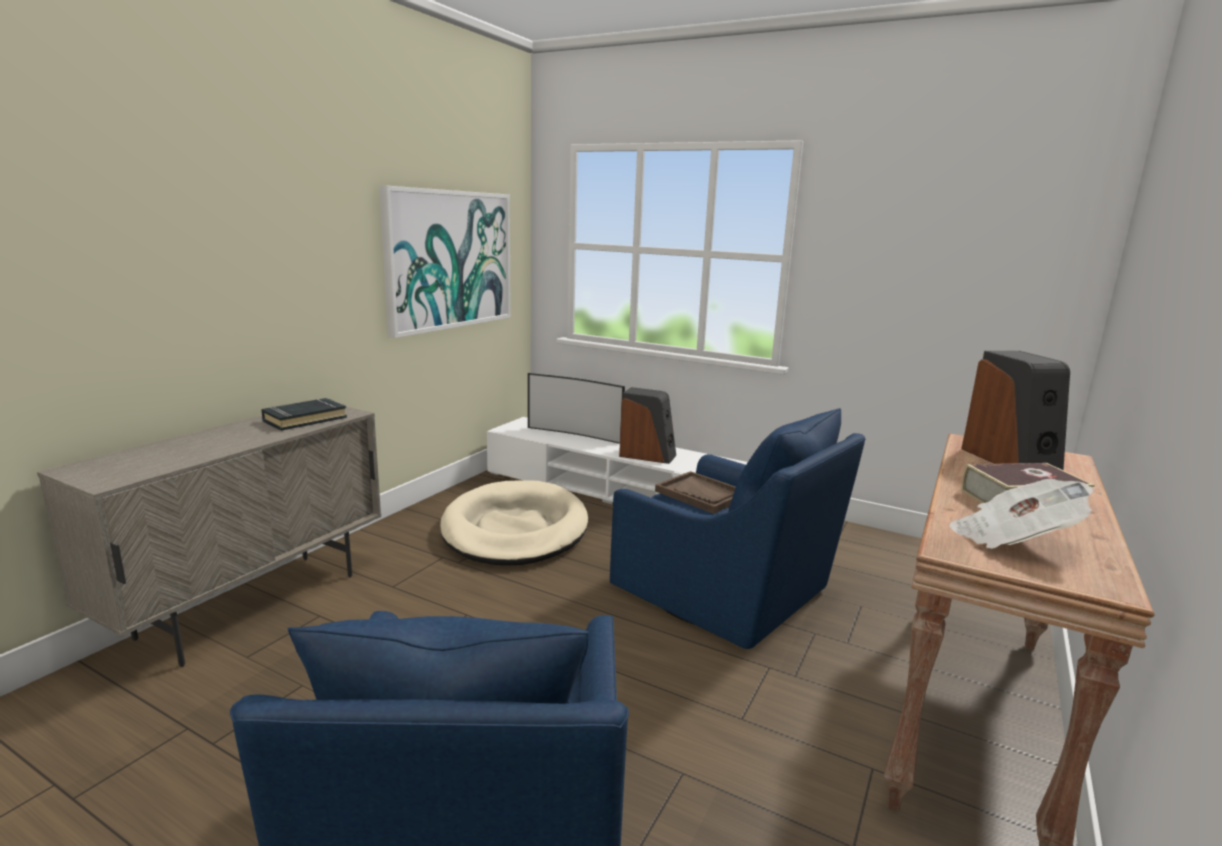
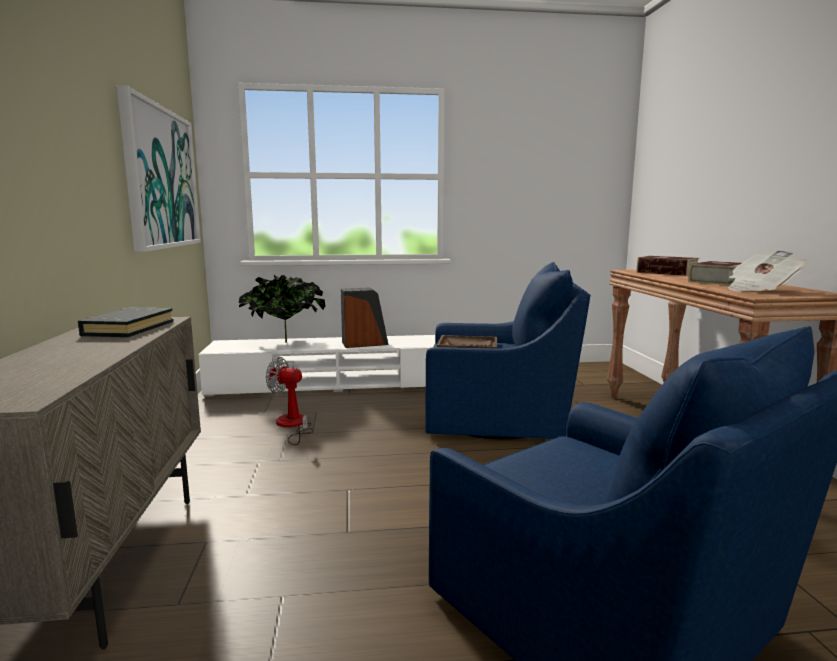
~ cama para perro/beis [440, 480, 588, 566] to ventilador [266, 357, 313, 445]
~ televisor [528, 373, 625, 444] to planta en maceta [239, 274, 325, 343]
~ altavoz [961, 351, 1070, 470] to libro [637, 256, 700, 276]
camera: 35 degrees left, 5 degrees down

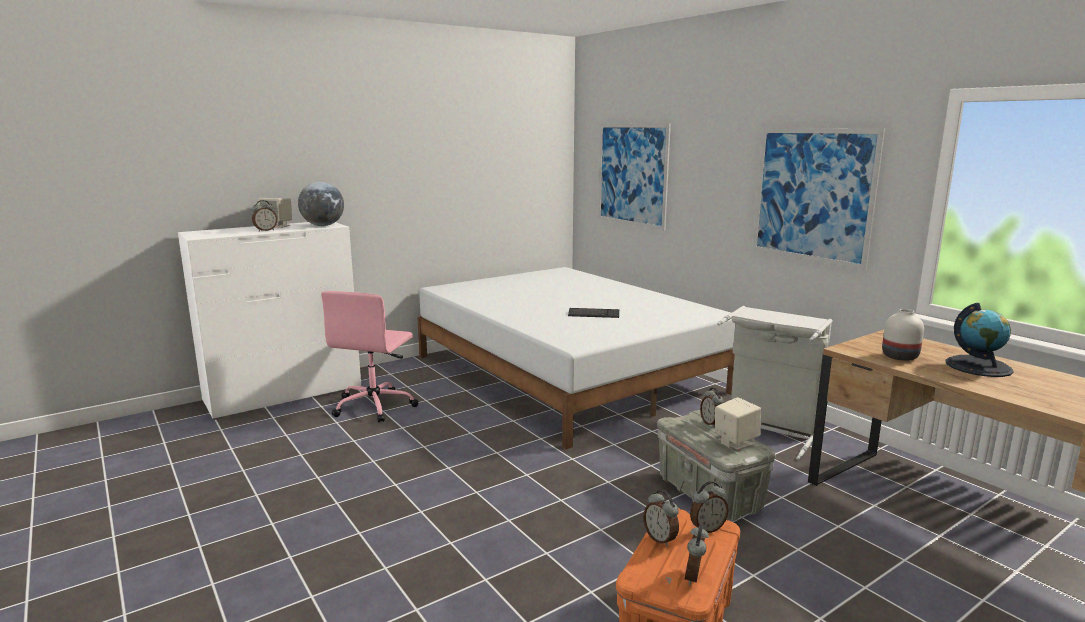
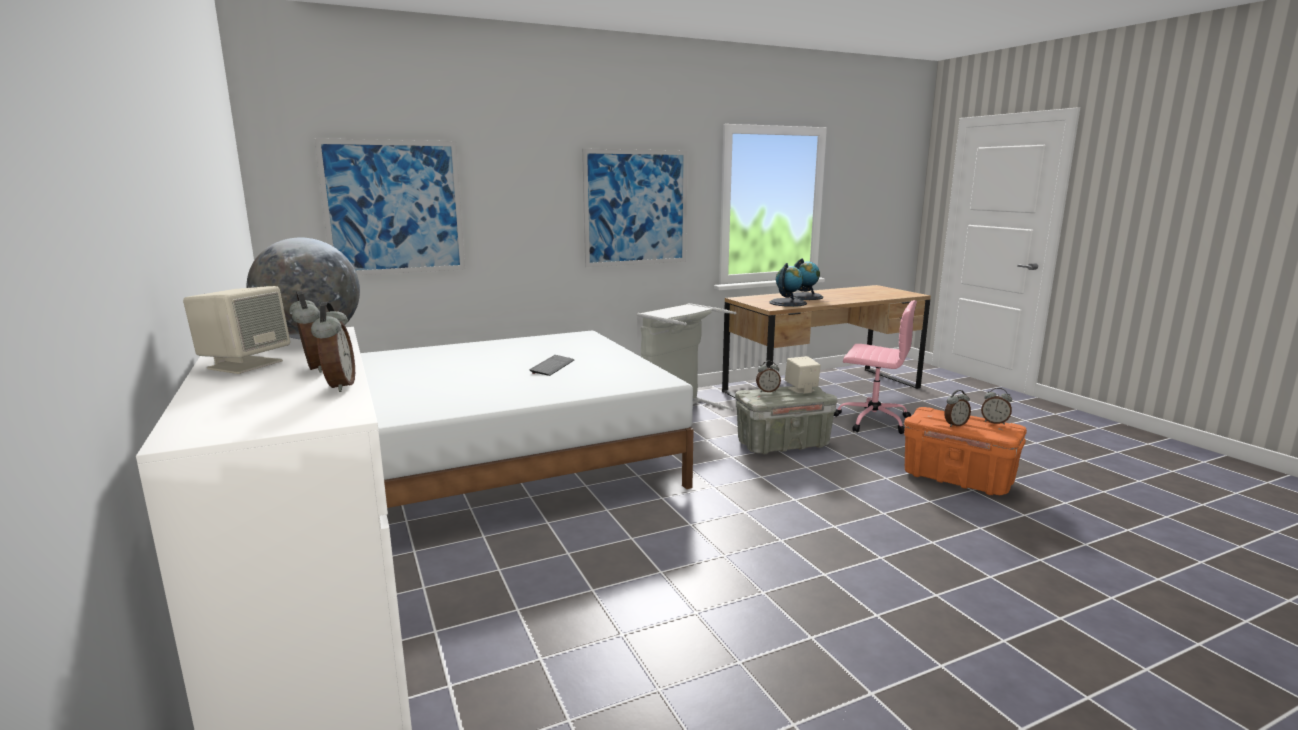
~ silla de oficina/rosa [321, 291, 418, 423] to [834, 300, 917, 434]
~ despertador [690, 481, 729, 533] to [311, 301, 355, 392]
~ florero/blanco [882, 309, 924, 361] to globo terráqueo [769, 263, 807, 307]
camera: 80 degrees left, 0 degrees up

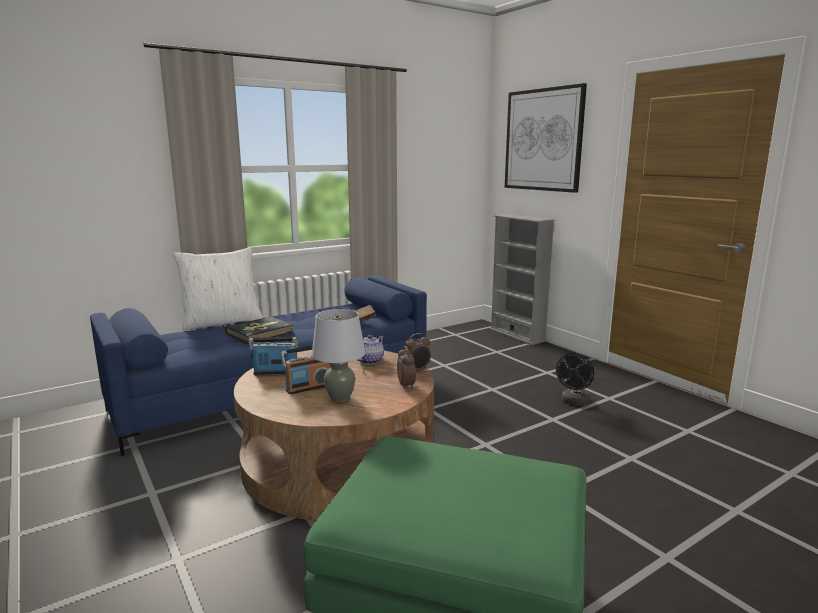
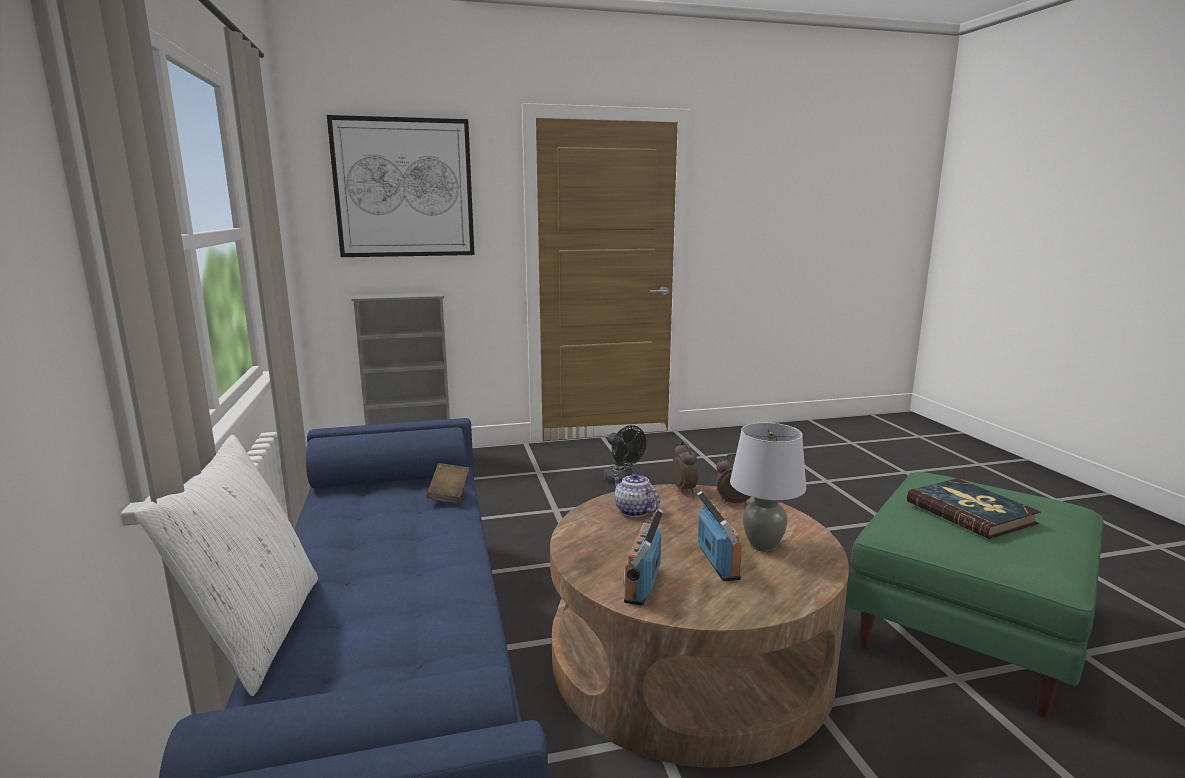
~ libro [225, 317, 294, 344] to [907, 478, 1041, 539]
camera: 70 degrees left, 0 degrees up

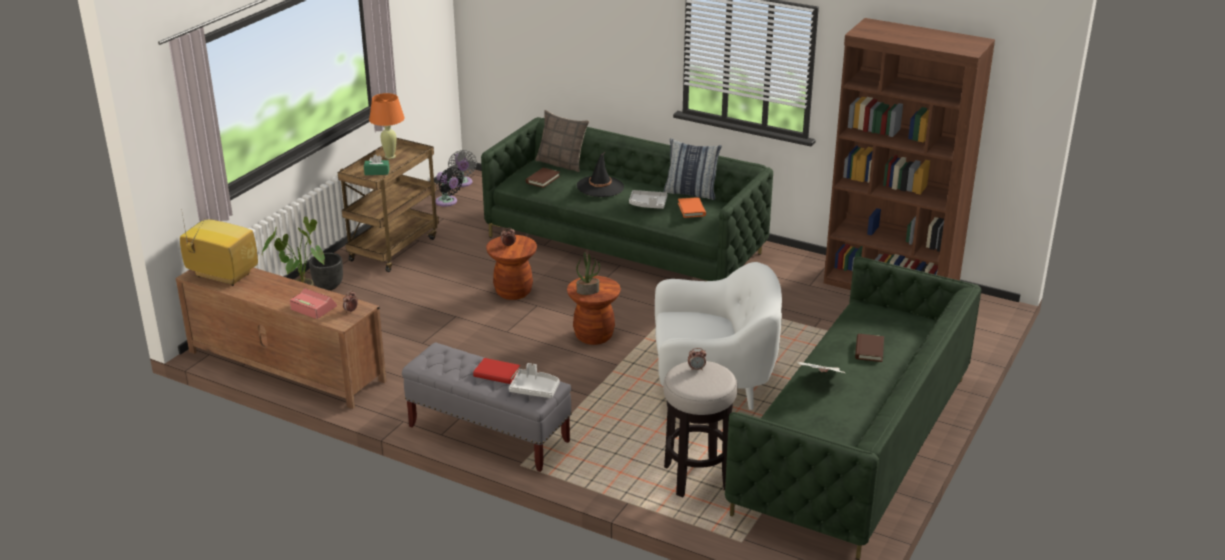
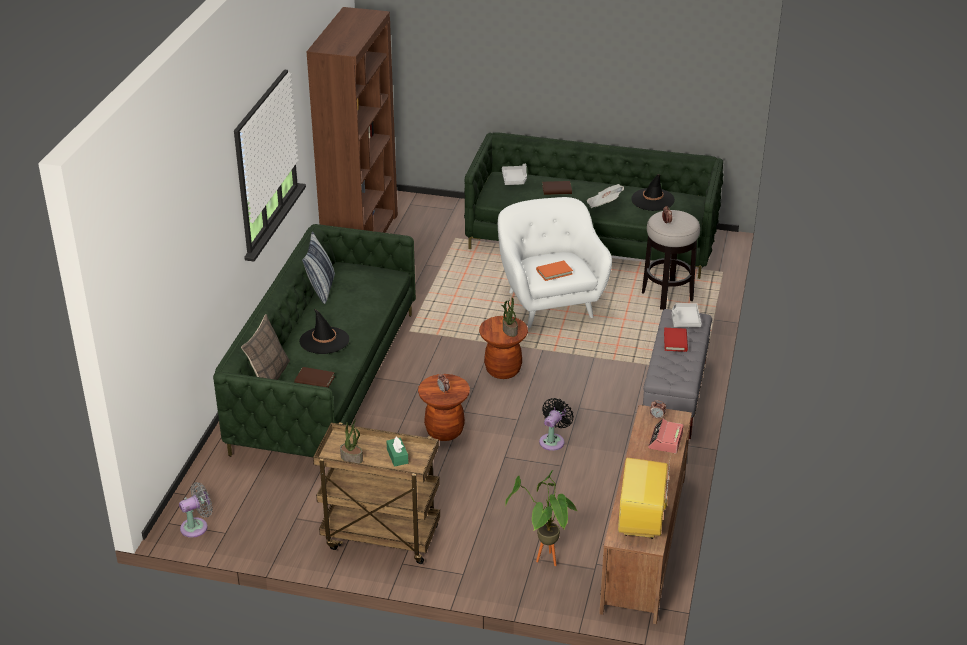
- maceta/negro [309, 252, 343, 290]
+ sombrero/negro [632, 174, 675, 211]
~ ventilador/negro [435, 167, 463, 207] to [539, 398, 574, 451]
~ bandeja/gris [629, 190, 668, 209] to [502, 164, 527, 185]
~ libro/naranja [678, 197, 706, 218] to [536, 261, 573, 281]
~ lámpara de mesa/naranja [369, 93, 405, 159] to planta en maceta [340, 419, 363, 464]
camera: 105 degrees left, 5 degrees up

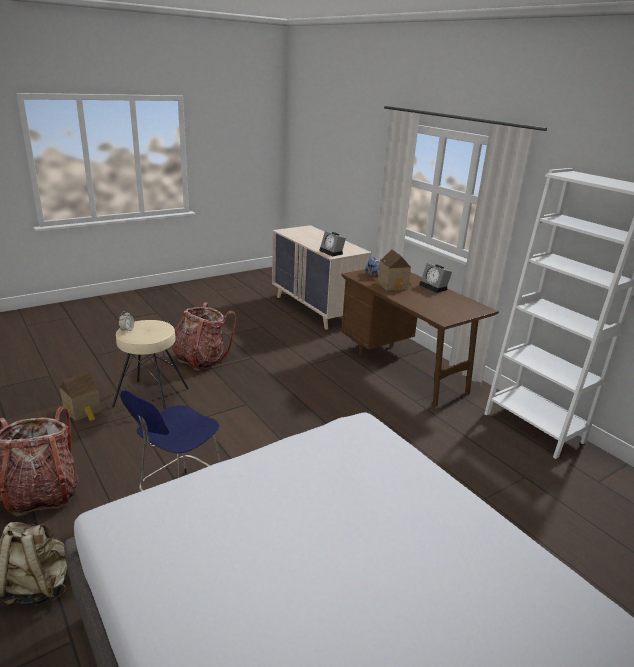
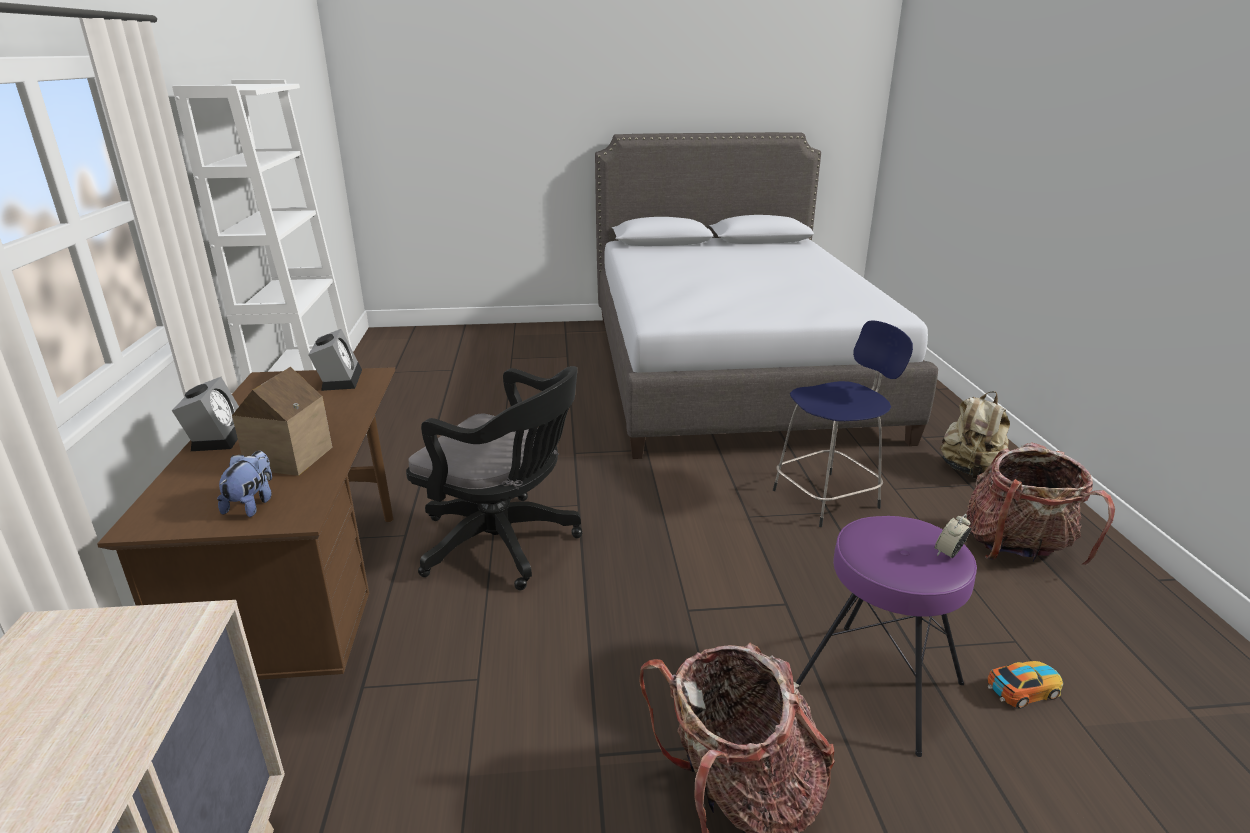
+ silla de oficina/negro [406, 366, 583, 591]
~ despertador [319, 231, 346, 257] to [308, 329, 362, 391]
~ casita [60, 372, 101, 421] to coche de juguete [988, 661, 1063, 708]
~ taburete/beis [112, 320, 189, 410] to taburete/morado [796, 516, 977, 757]
camera: 150 degrees left, 0 degrees up

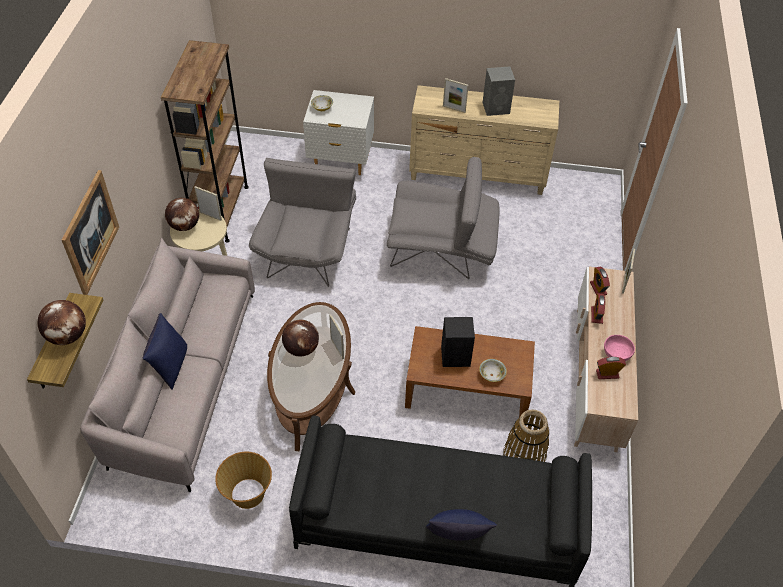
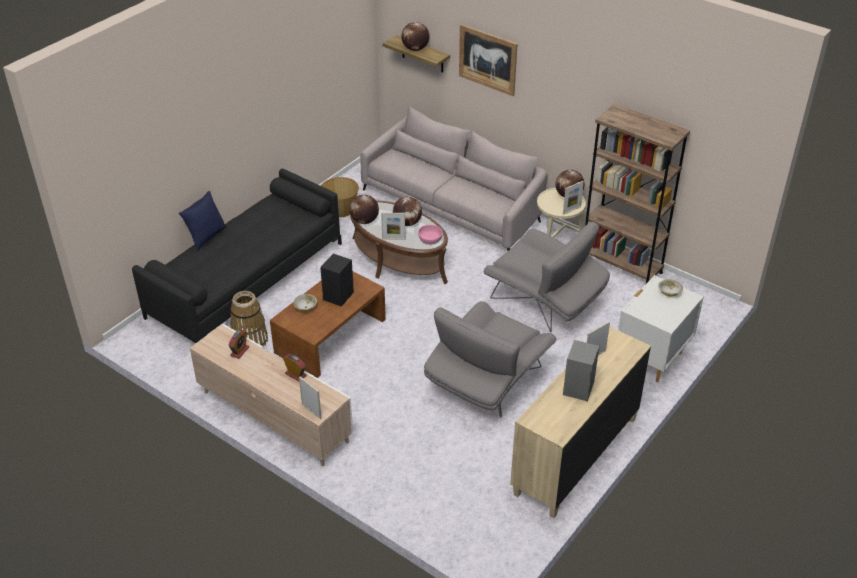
- cojín/azul [142, 313, 187, 390]
- despertador [590, 267, 610, 295]
+ globo terráqueo [350, 195, 379, 224]
~ cuenco/rosa [604, 335, 635, 361] to [418, 225, 443, 244]
camera: 120 degrees right, 10 degrees down

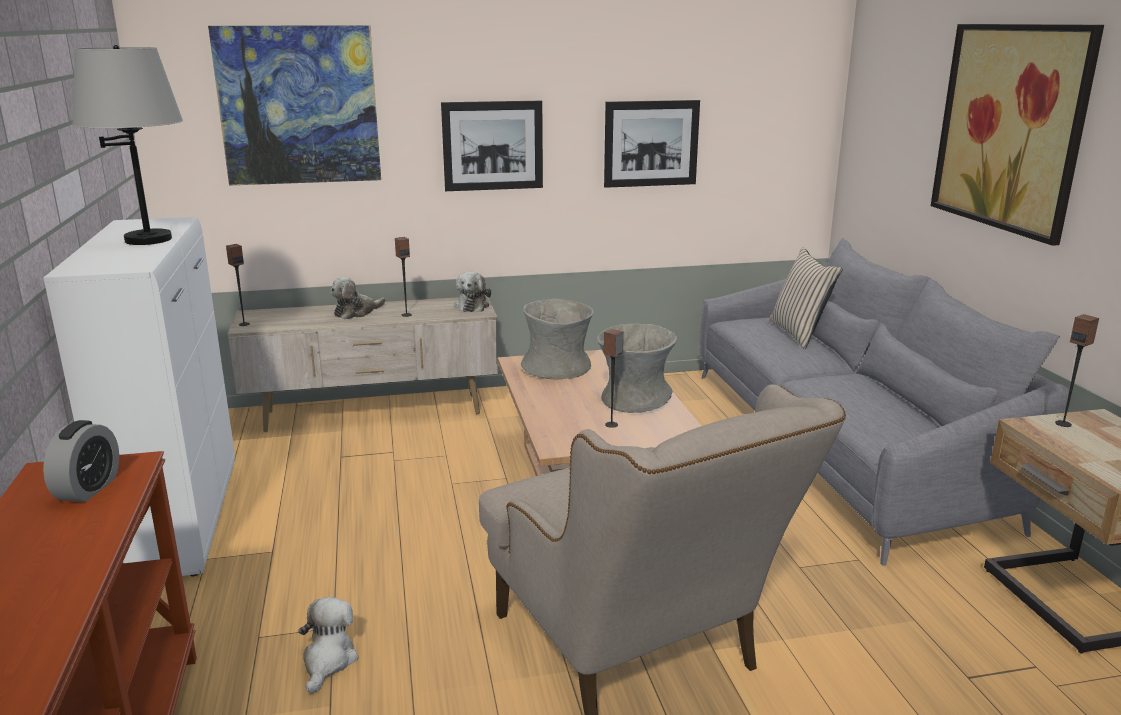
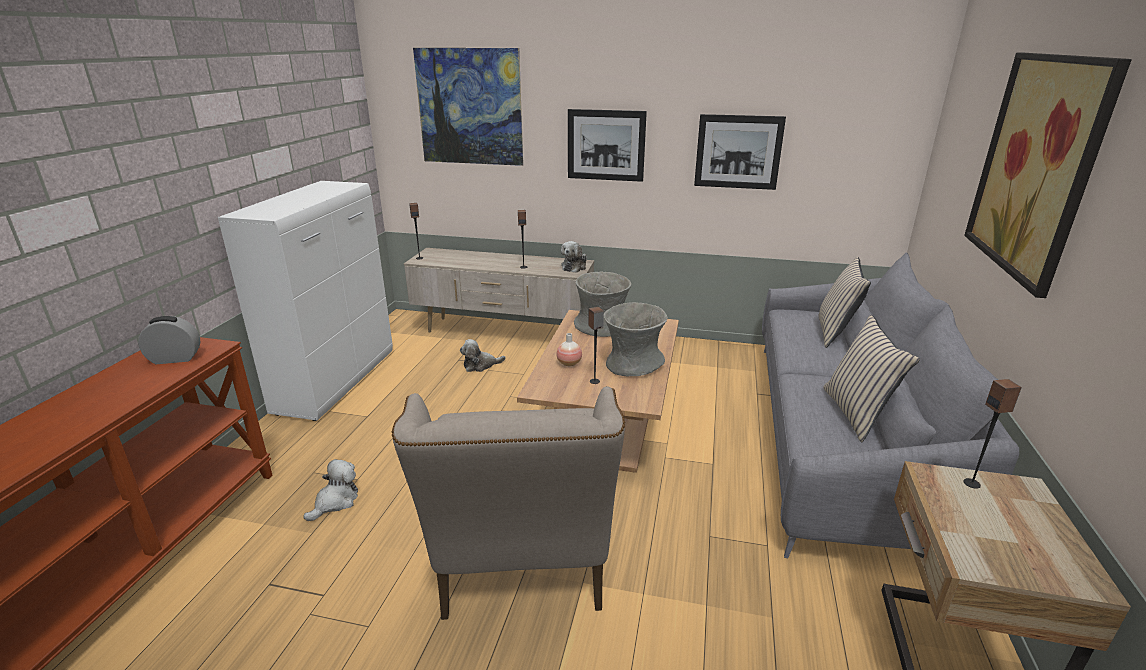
- lámpara de mesa/gris [72, 45, 183, 245]
+ florero [557, 333, 582, 366]
+ cojín/beis [823, 315, 920, 442]
~ peluche [330, 277, 385, 319] to [460, 339, 506, 372]
~ despertador [43, 420, 119, 502] = [138, 316, 201, 364] 135 degrees counterclockwise
camera: 25 degrees right, 5 degrees up

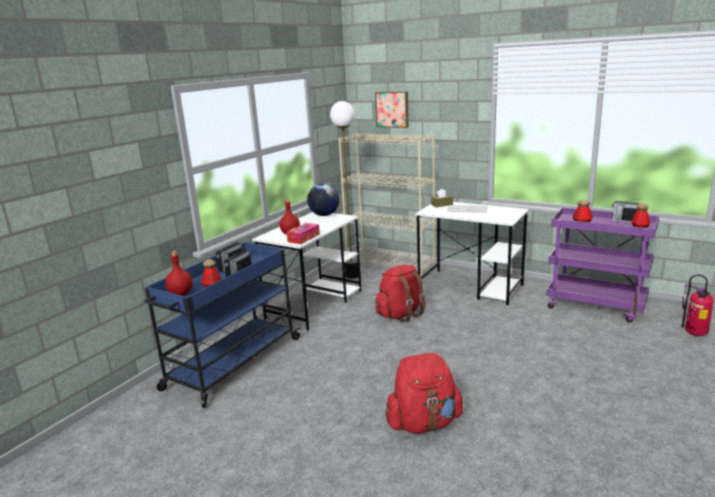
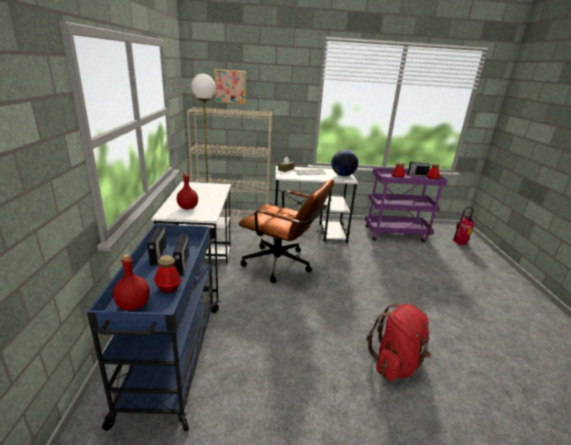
- caja de pañuelos [286, 223, 320, 244]
~ globo terráqueo [307, 184, 340, 216] to [331, 149, 358, 176]
~ mochila/rojo [375, 265, 426, 322] to silla de oficina/marrón [239, 179, 334, 283]
camera: 35 degrees left, 5 degrees up

